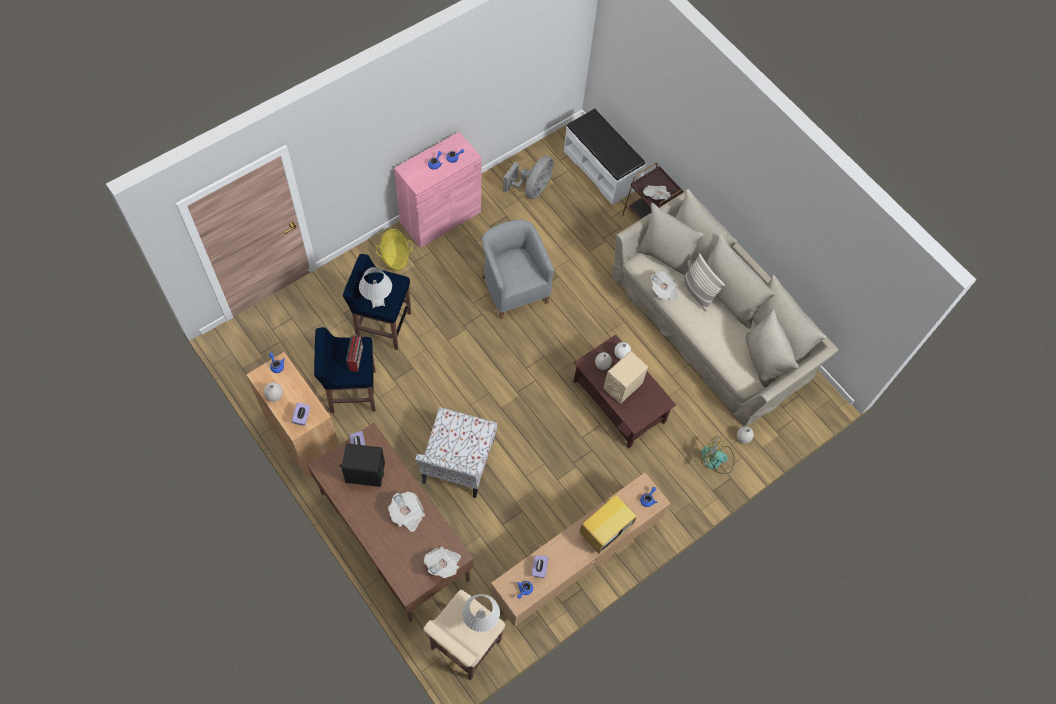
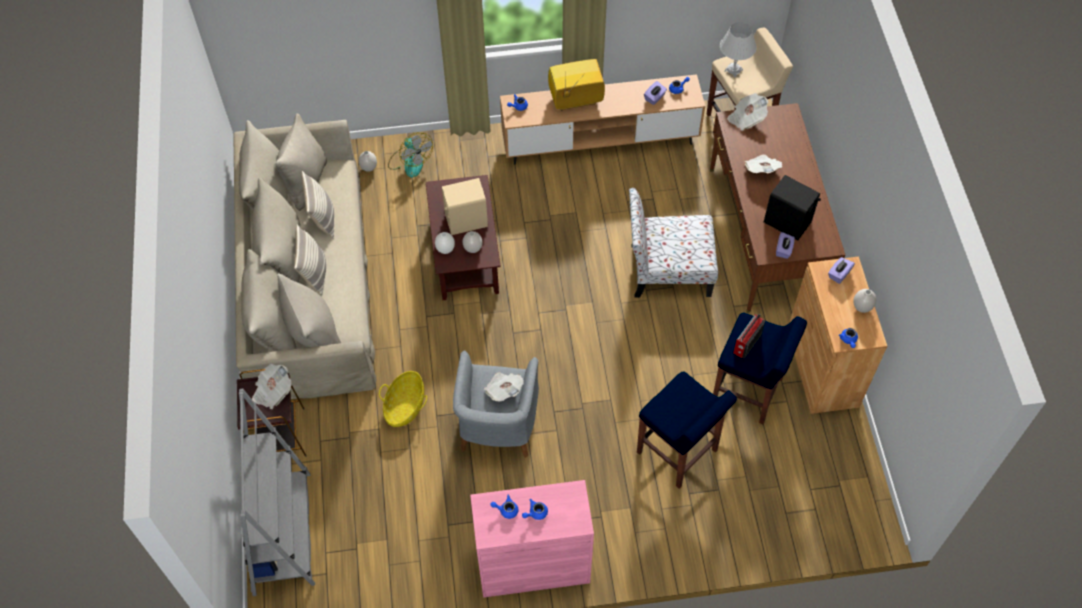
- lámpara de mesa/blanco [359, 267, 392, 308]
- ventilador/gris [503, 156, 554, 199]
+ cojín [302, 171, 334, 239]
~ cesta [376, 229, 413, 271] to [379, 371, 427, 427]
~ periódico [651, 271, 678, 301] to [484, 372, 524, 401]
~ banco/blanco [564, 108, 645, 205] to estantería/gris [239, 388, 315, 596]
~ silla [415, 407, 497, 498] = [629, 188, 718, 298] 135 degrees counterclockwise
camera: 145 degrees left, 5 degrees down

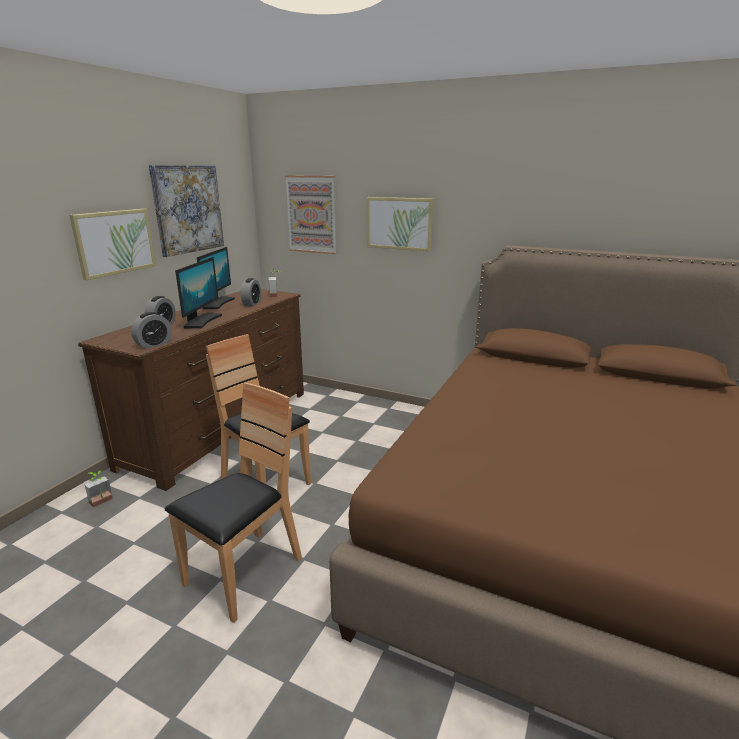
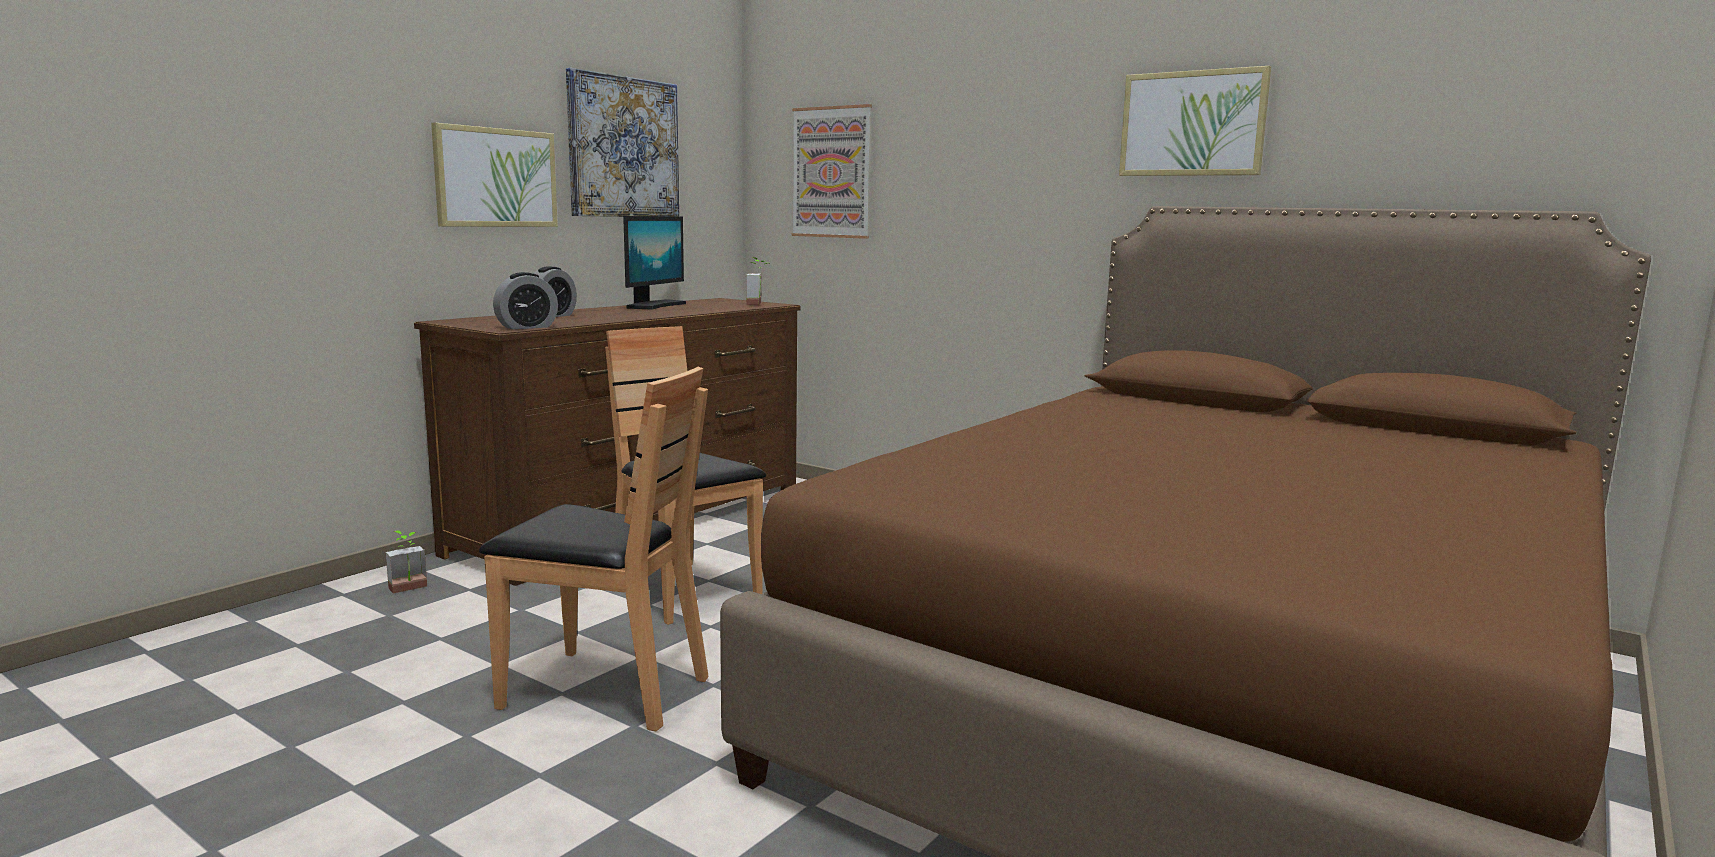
- monitor [175, 257, 222, 328]
- despertador [241, 278, 261, 306]
~ cuadro [367, 197, 434, 252] to [1119, 66, 1271, 176]
~ silla/marrón [165, 383, 302, 623] = [479, 367, 709, 731] 60 degrees clockwise
camera: 10 degrees right, 10 degrees down

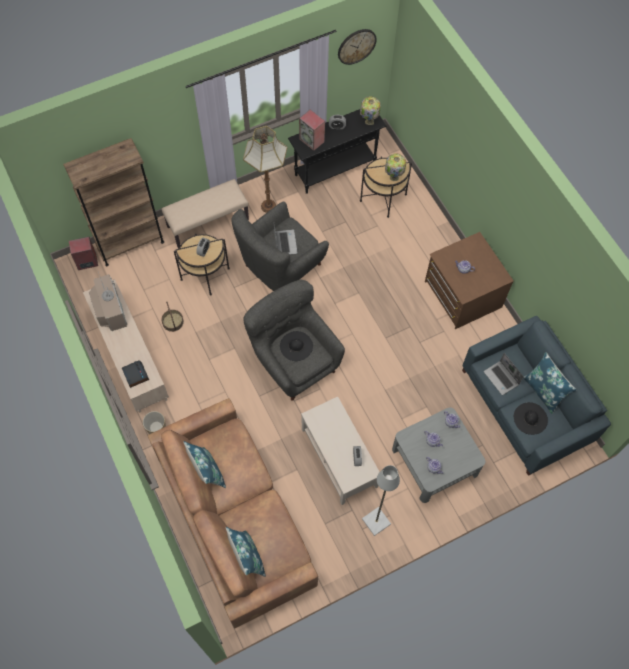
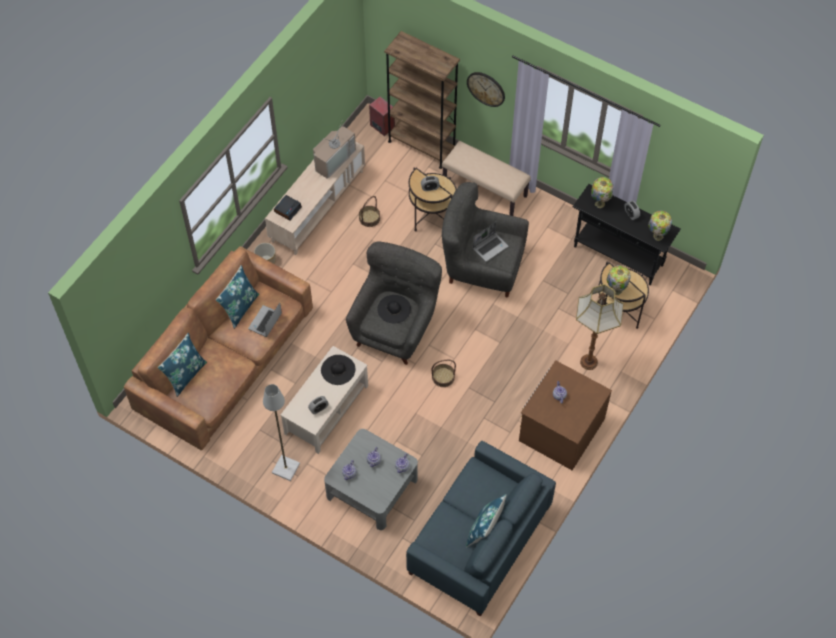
+ cesta [432, 360, 456, 387]
~ lámpara de pie [243, 126, 287, 213] to [576, 284, 623, 370]
~ reloj de pared [338, 29, 377, 65] to [467, 72, 505, 107]
~ portátil [484, 353, 524, 395] to [248, 303, 282, 337]
~ sombrero/negro [514, 402, 548, 435] to [321, 355, 355, 385]
~ altavoz [299, 110, 325, 151] to lámpara de mesa [591, 177, 614, 208]
camera: 60 degrees right, 5 degrees down

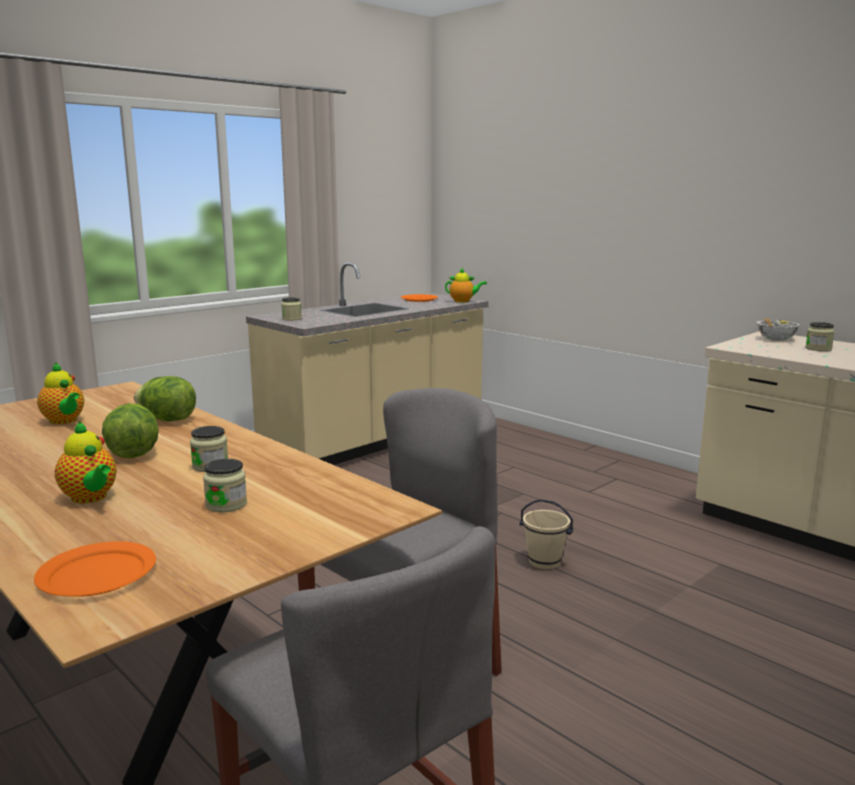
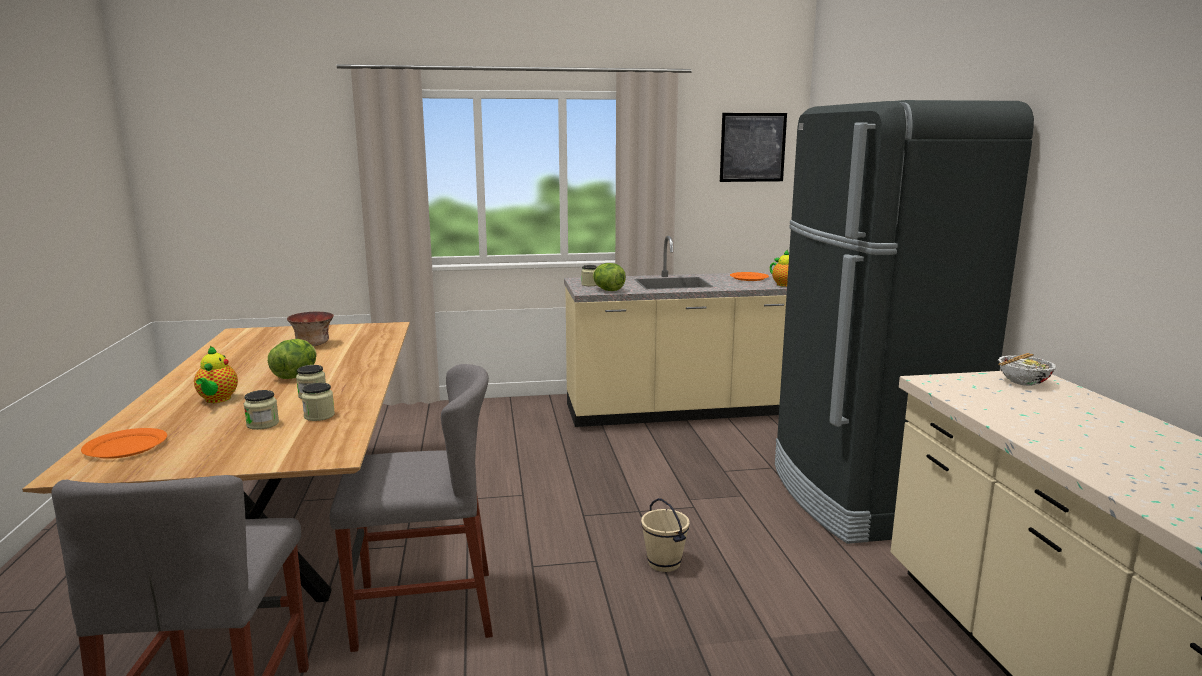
+ cuadro [720, 113, 787, 182]
+ nevera/negro [775, 100, 1034, 544]
~ lechuga [134, 376, 196, 422] to [593, 263, 626, 291]
~ tarro [805, 322, 835, 351] to [302, 383, 335, 421]
~ tetera [37, 362, 84, 424] to cuenco [287, 312, 334, 346]
camera: 35 degrees right, 0 degrees up

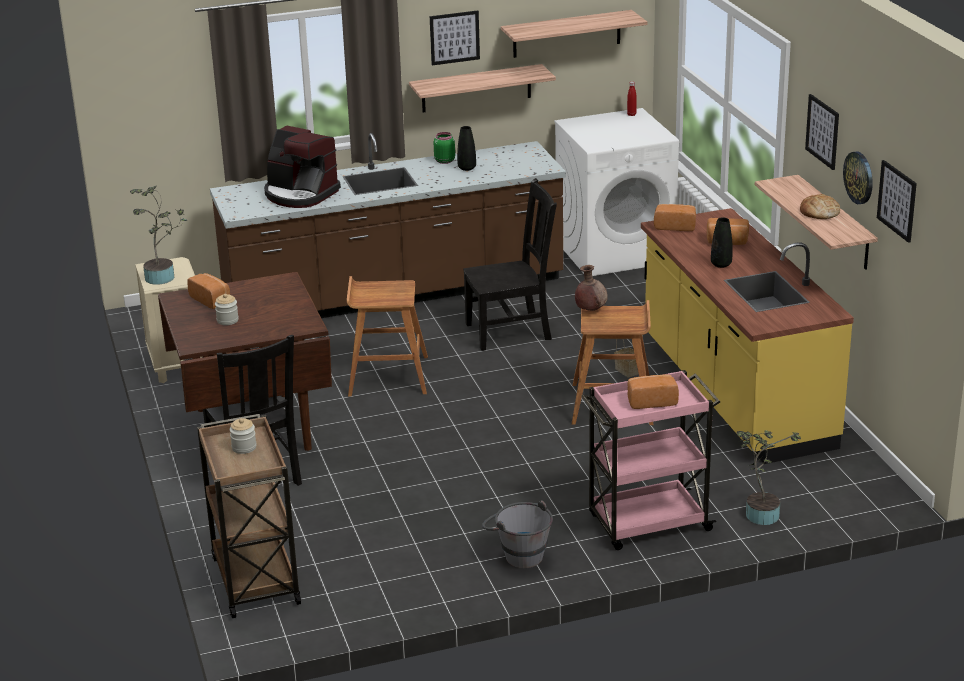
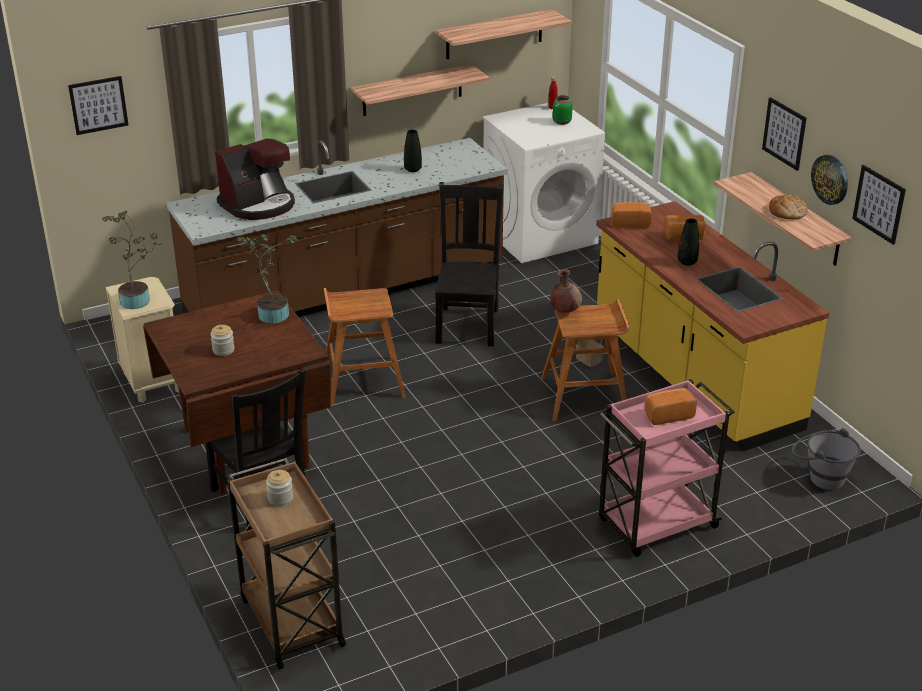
- pan [187, 273, 230, 309]
~ cuadro [430, 10, 480, 65] to [68, 76, 128, 135]
~ tarro/verde [434, 132, 455, 164] to [552, 95, 573, 125]
~ cubo/gris [482, 500, 553, 568] to [791, 428, 861, 490]
~ planta en maceta [736, 430, 801, 525] to [237, 234, 298, 323]
~ cafetera [264, 126, 341, 208] = [215, 139, 295, 220] 60 degrees counterclockwise
~ silla/negro [463, 178, 557, 351] = [435, 182, 504, 346] 60 degrees counterclockwise
camera: 10 degrees left, 5 degrees up

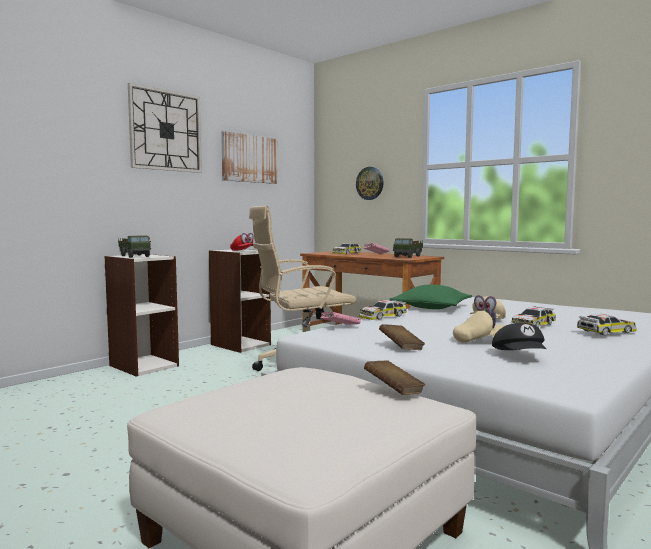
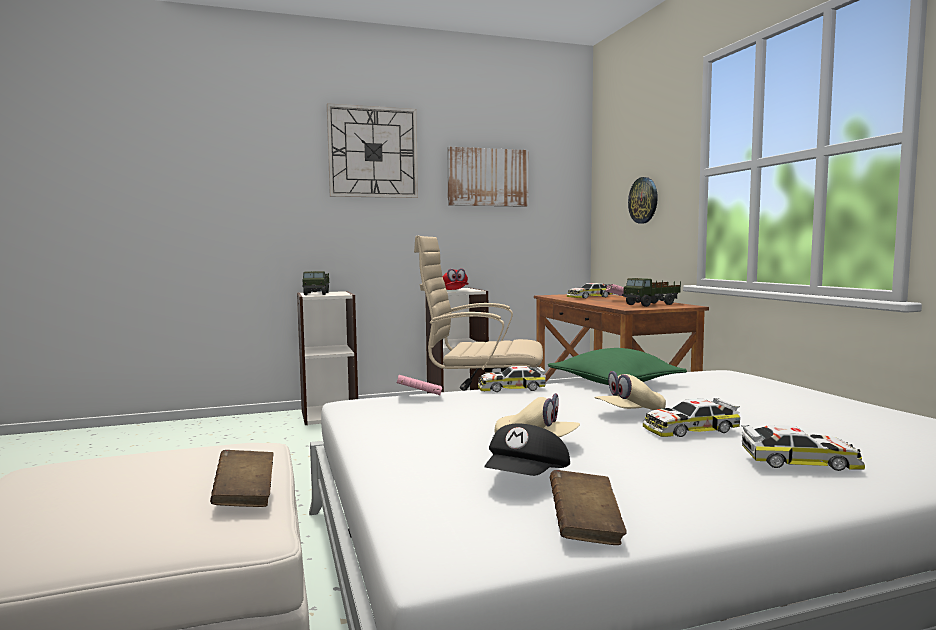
~ libro/marrón [379, 324, 425, 350] to [550, 470, 627, 545]
camera: 30 degrees right, 0 degrees up

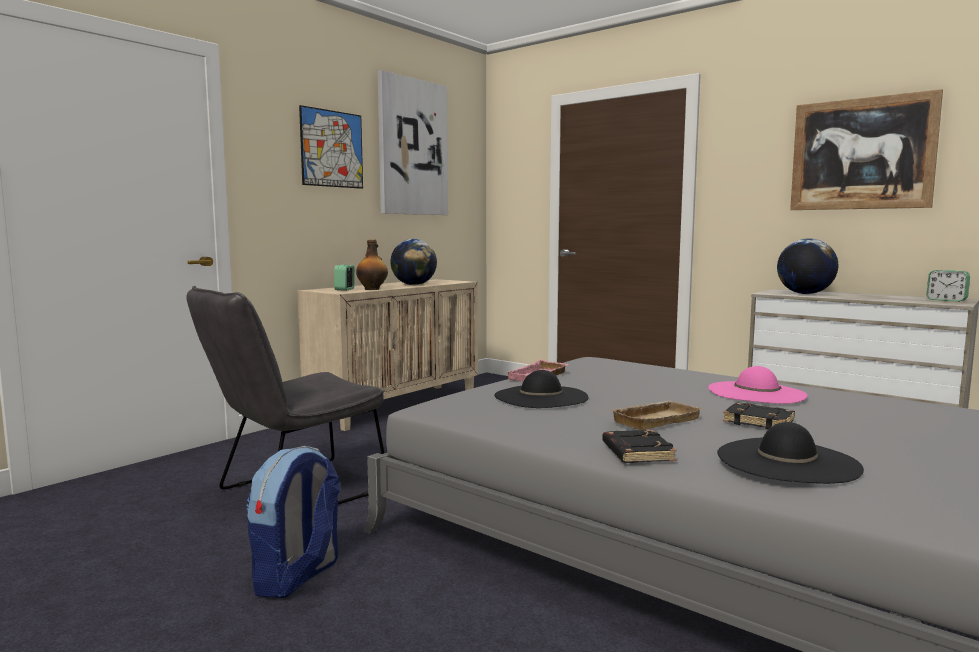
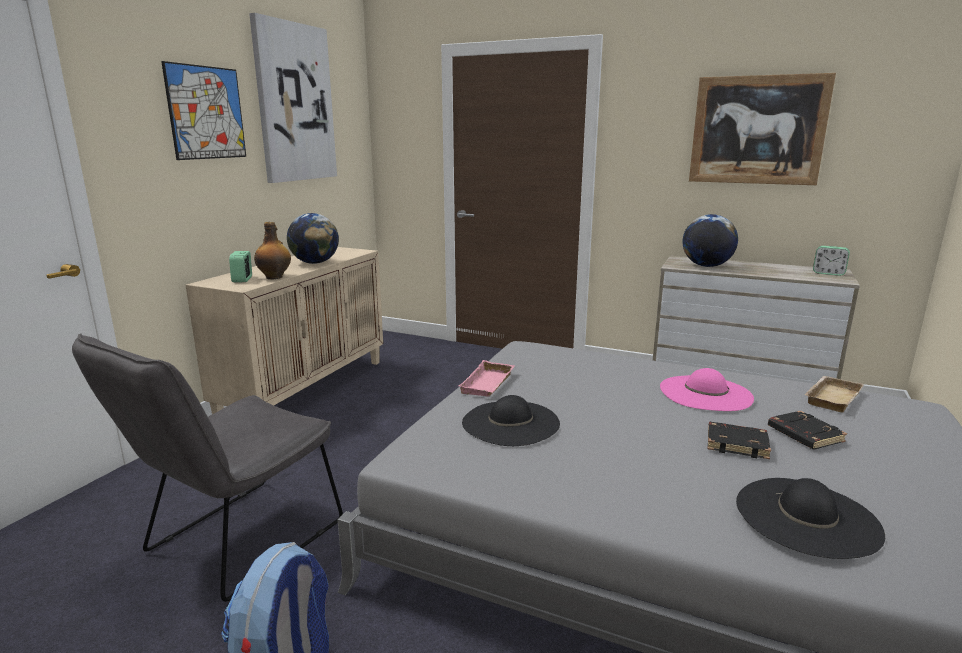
~ libro/negro [602, 430, 677, 463] to [768, 411, 847, 449]
~ bandeja/beis [610, 401, 703, 430] to [805, 376, 864, 412]
camera: 15 degrees left, 10 degrees up

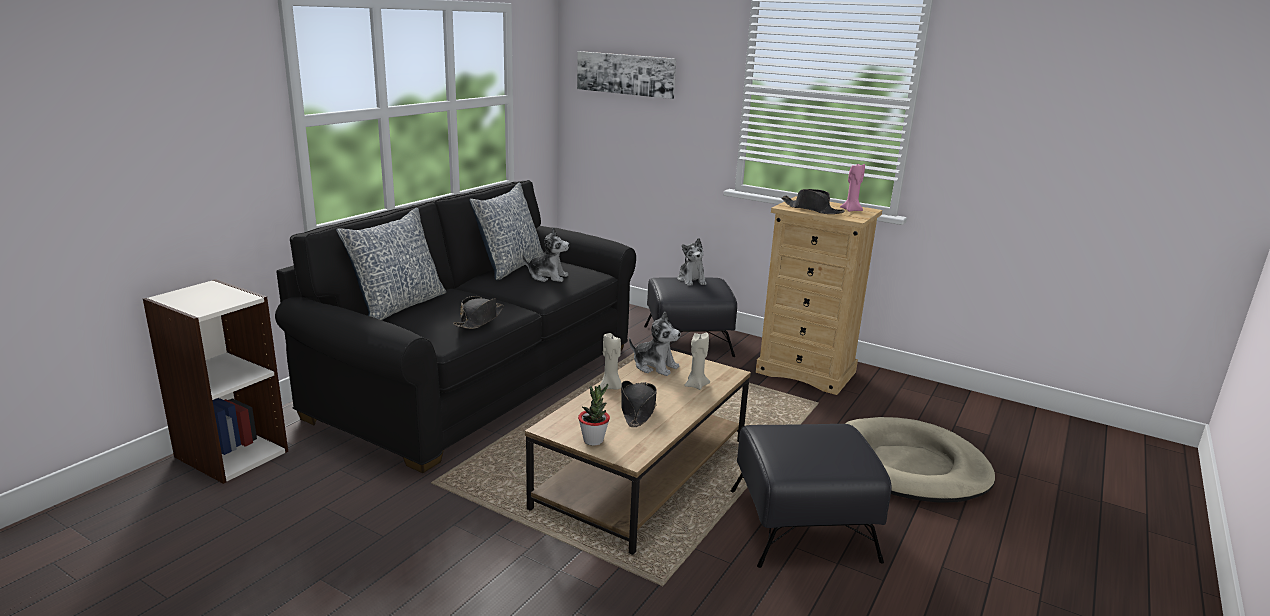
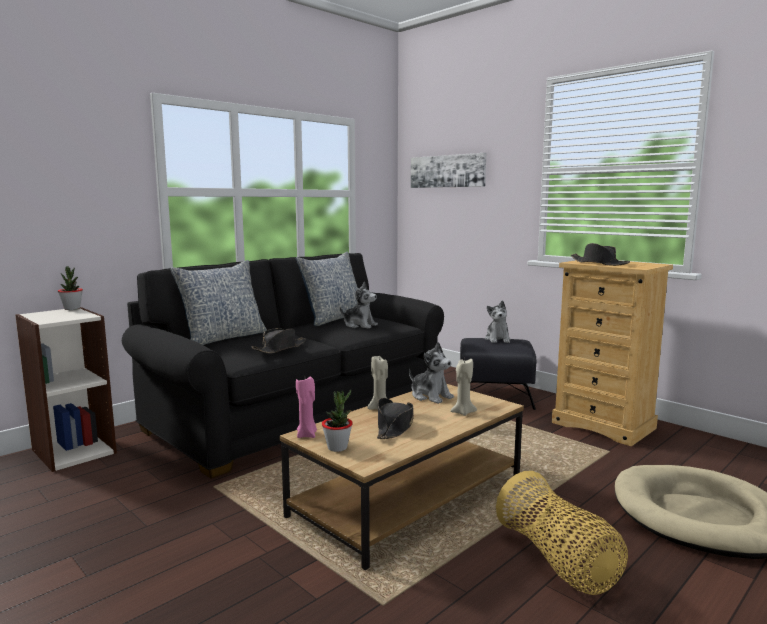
+ planta en maceta [58, 266, 83, 310]
~ vela/rosa [840, 164, 865, 212] to [296, 377, 317, 438]
~ puf/negro [731, 424, 892, 568] to cesta [496, 471, 628, 595]
camera: 15 degrees right, 10 degrees down

